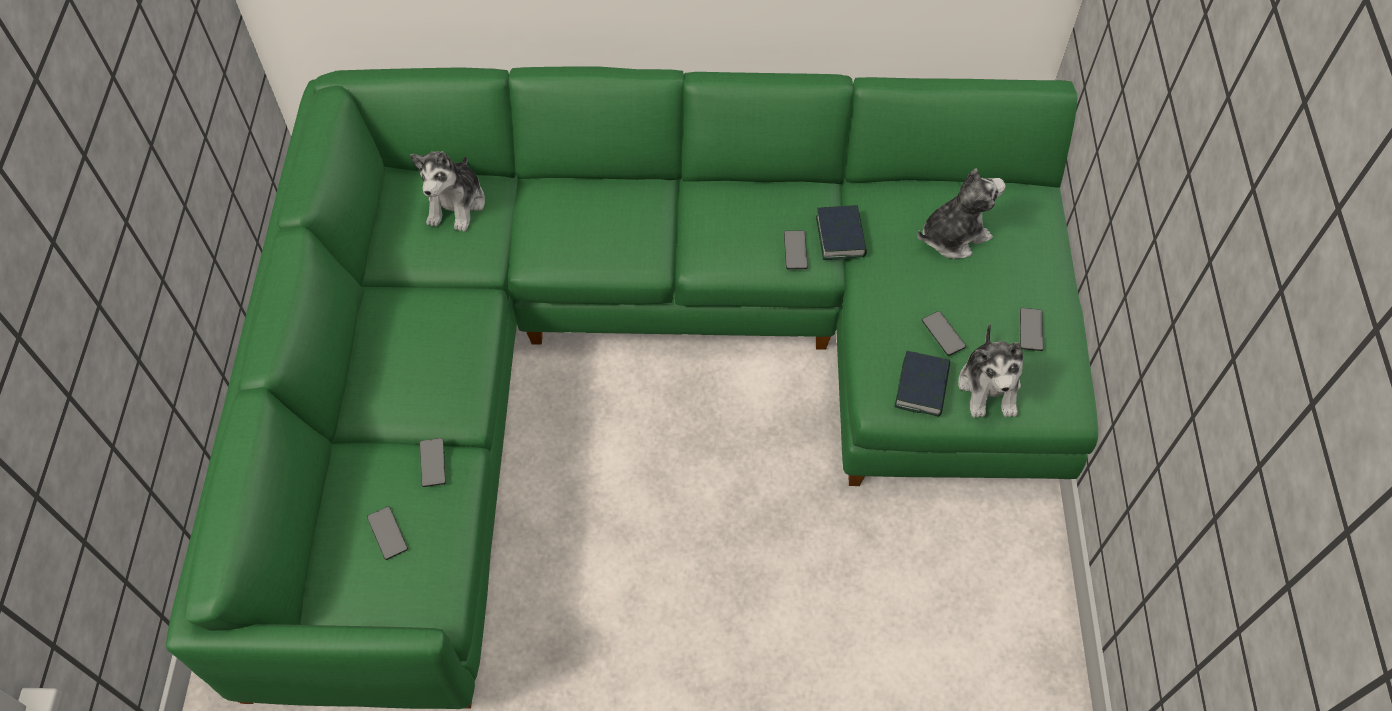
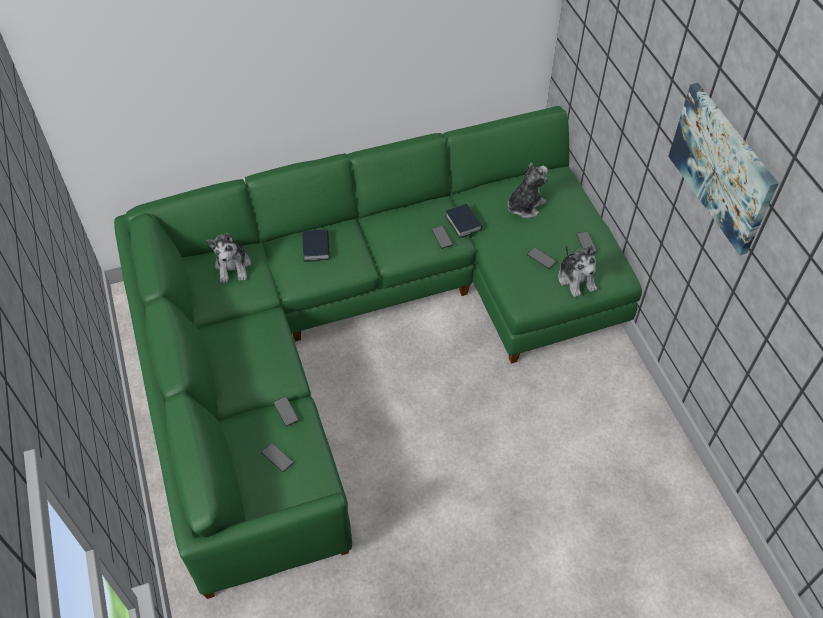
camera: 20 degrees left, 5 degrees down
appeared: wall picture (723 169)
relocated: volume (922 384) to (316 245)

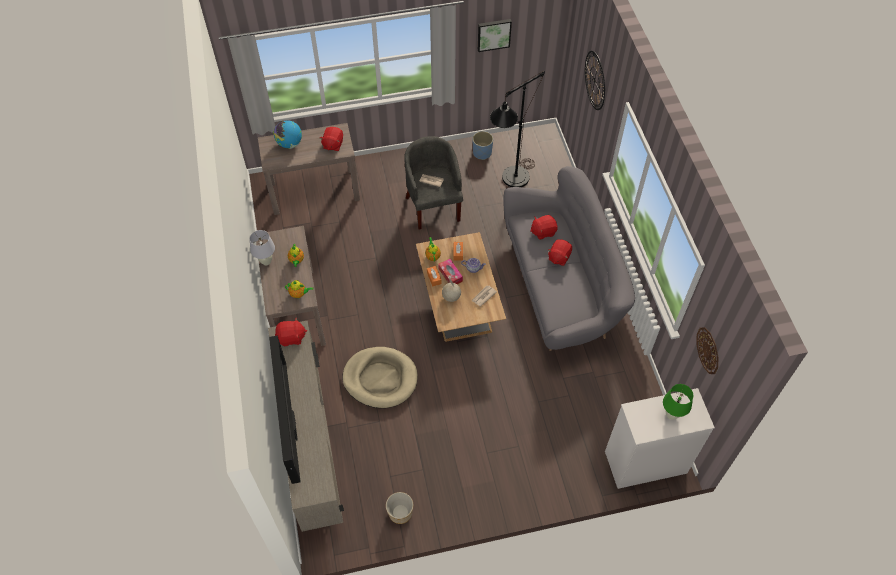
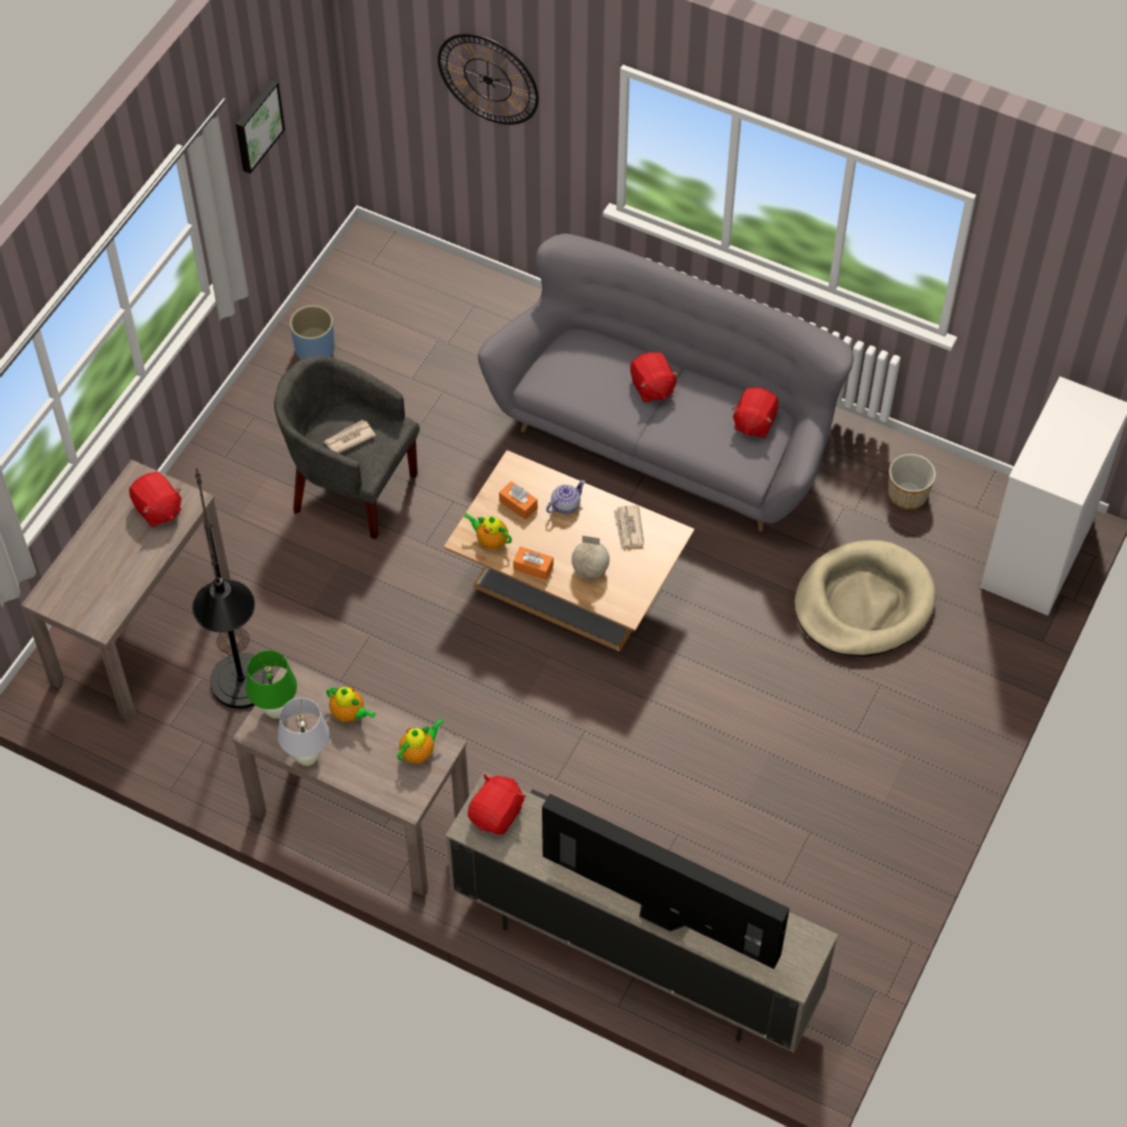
camera: 50 degrees left, 0 degrees up
missing: world globe (287 134); box of tissues (450 271); wall clock (707 350)
relocated: beige pet bed (379 377) to (865 598); planter (399 508) to (912 481); black-coloured standing lamp (517 129) to (232 588); red-coloured cuddly toy (544 227) to (755 412); green-coloured lamp for a table (678 402) to (271 684)

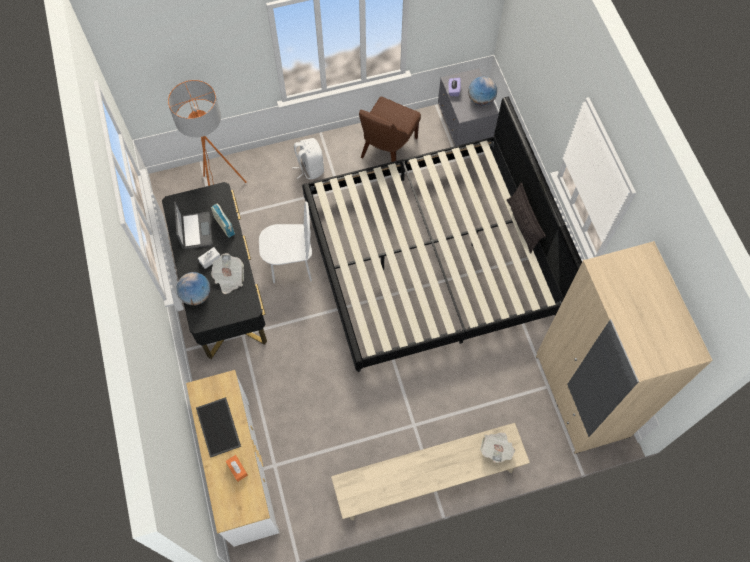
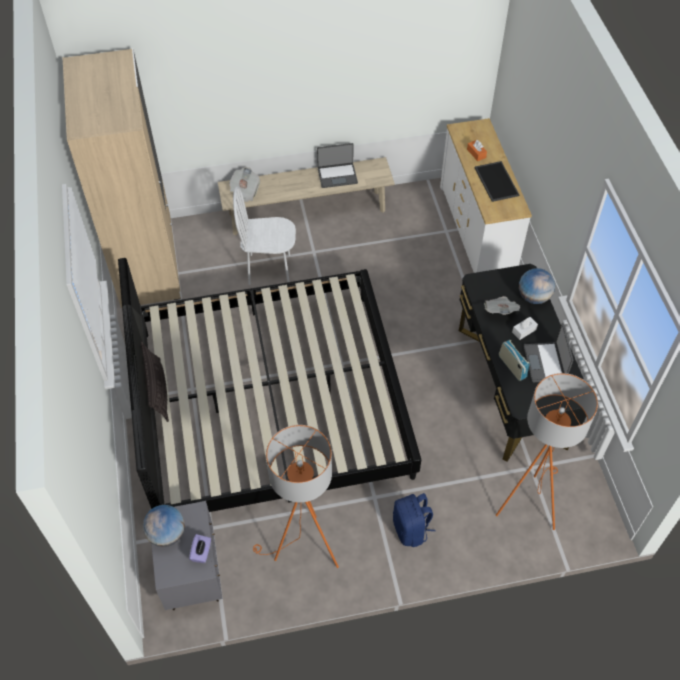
camera: 175 degrees left, 10 degrees down
appeared: notebook computer (337 165)
relocated: white upright chair (285 242) to (264 235)
exchanged: brown-coloured upright chair (390 129) to orange-coloured standing lamp (296 496)
colour: white knapsack (308 158) to blue knapsack (414 520)

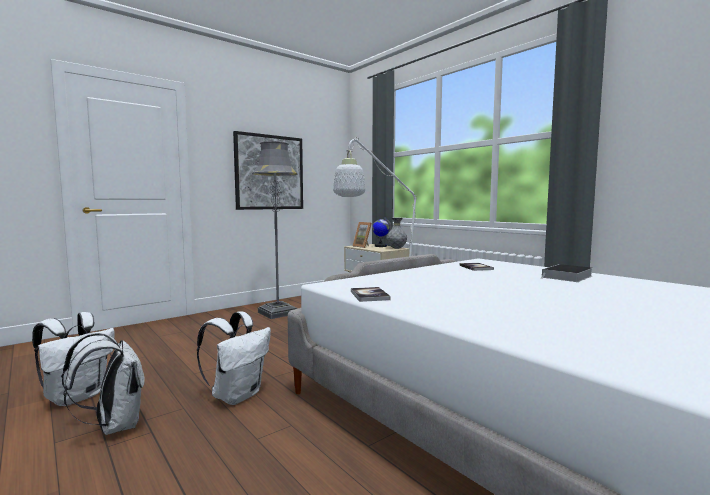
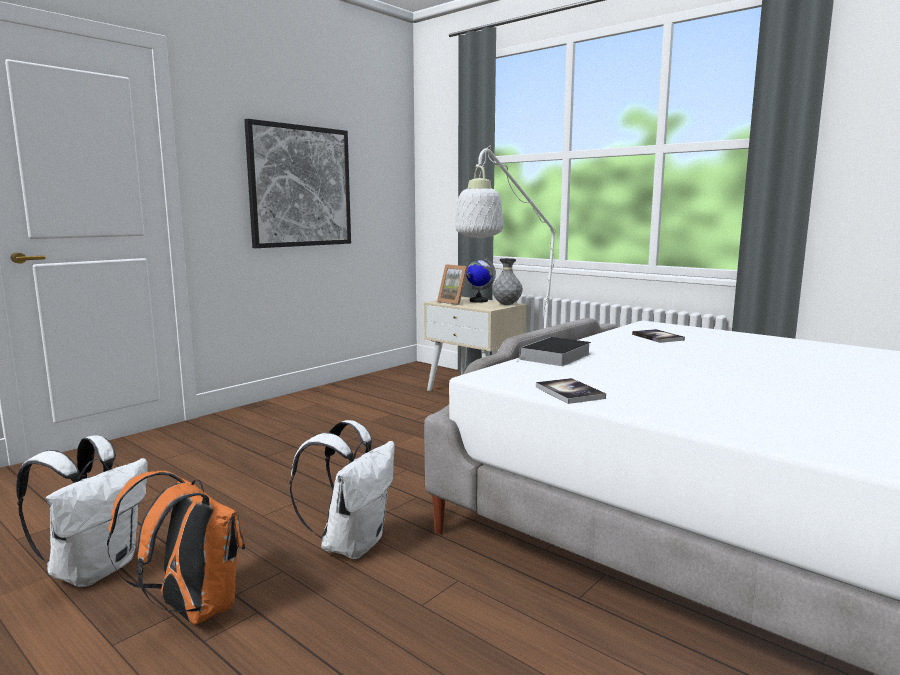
camera: 10 degrees left, 5 degrees up
missing: gray standing lamp (274 230)
relocated: volume (566 273) to (553 351)
colour: white knapsack (103 384) to orange-coloured knapsack (176 547)

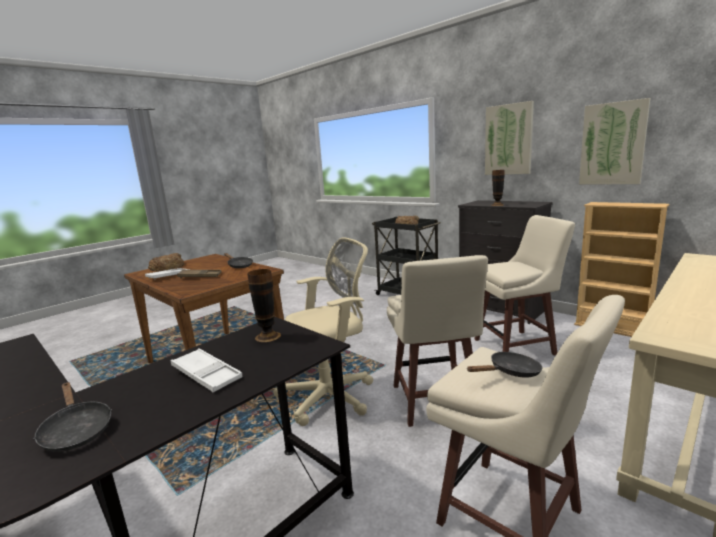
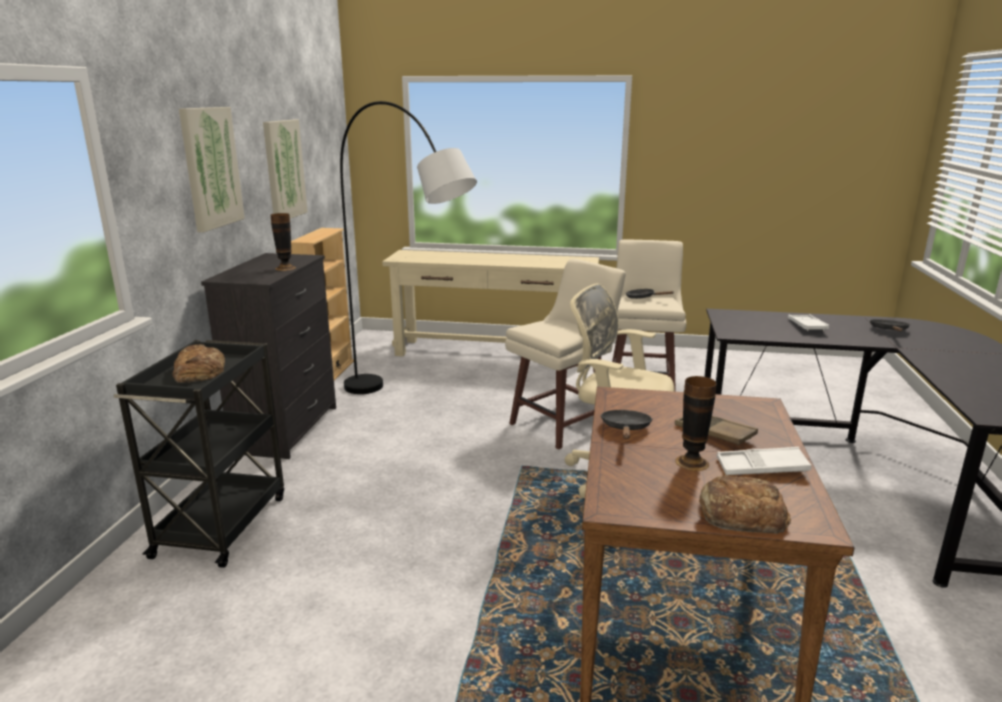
camera: 125 degrees left, 5 degrees up
relocated: vase (264 305) to (696 423)
exchanged: beige stool seat (524 285) to gray standing lamp (408 247)

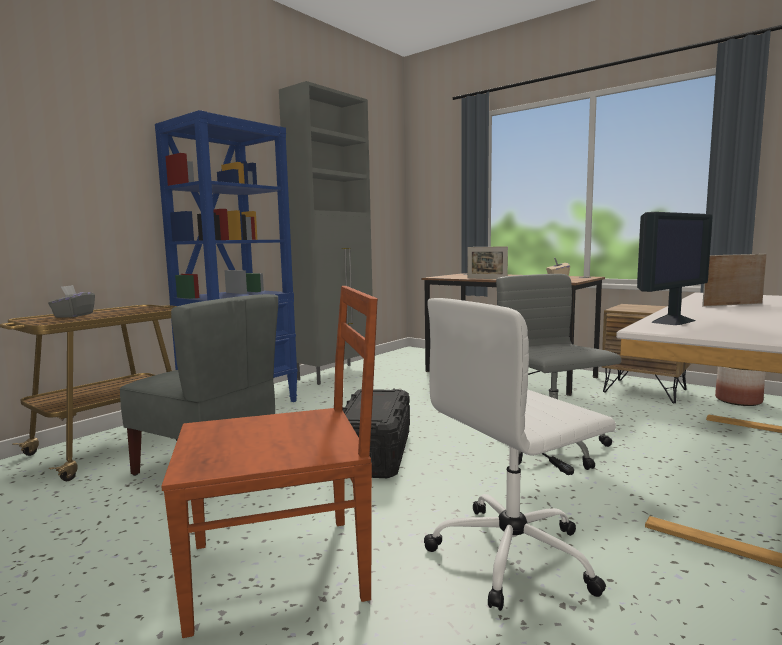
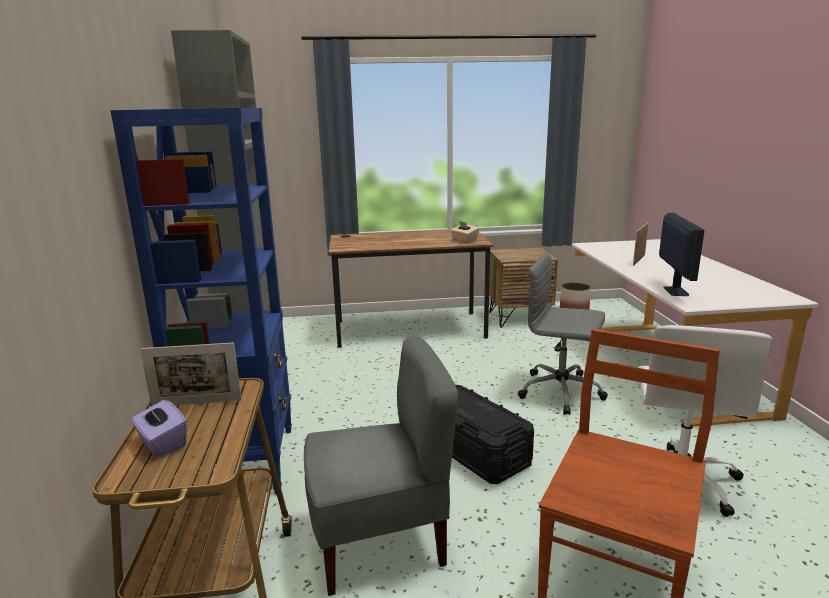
camera: 45 degrees left, 10 degrees up
relocated: standing frame (488 262) to (191 374)
colour: gray box of tissues (71 301) to purple box of tissues (159 428)

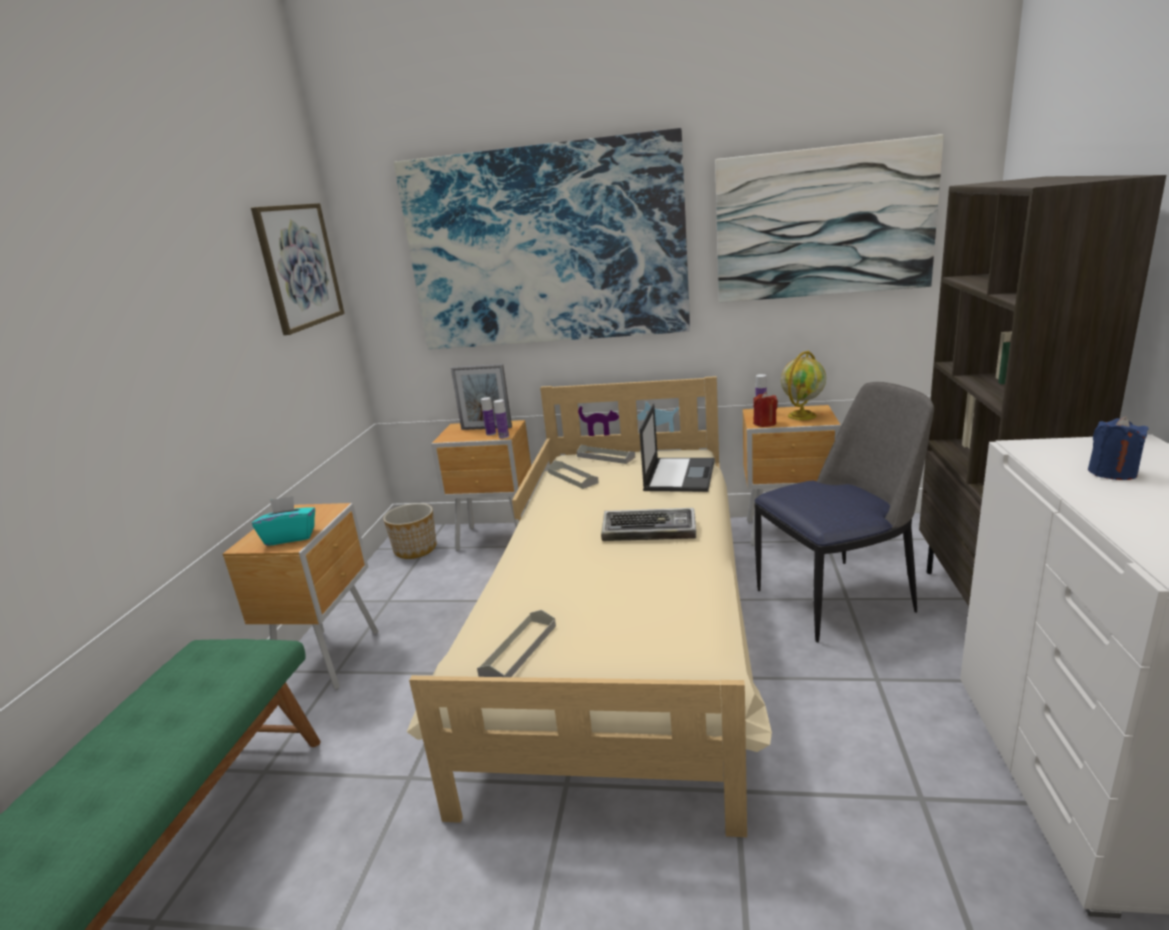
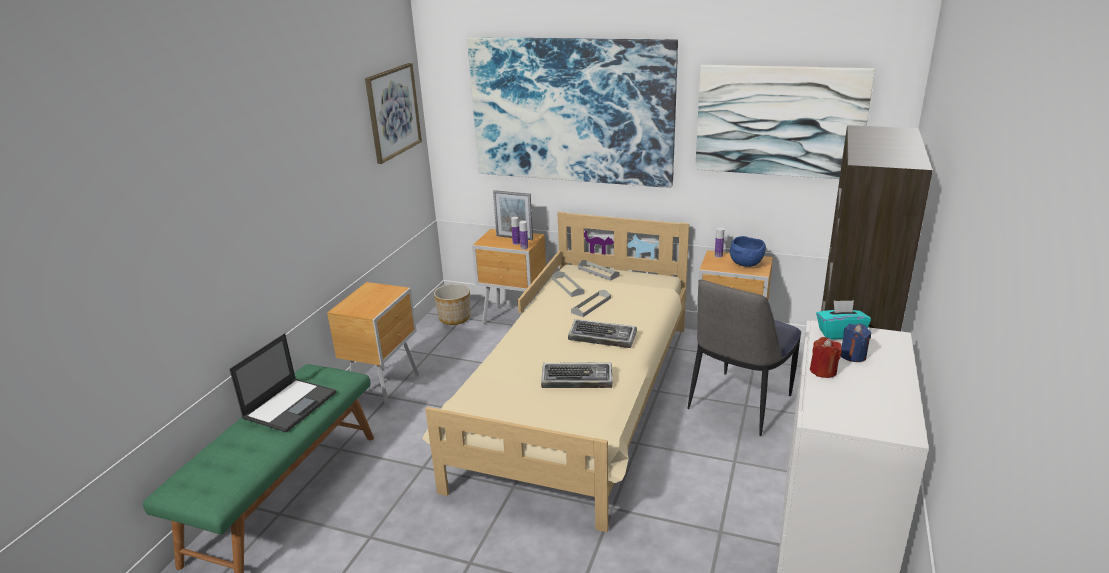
camera: 10 degrees right, 5 degrees up
appeared: computer keyboard (576 375)
relocated: blue-green box of tissues (283 521) to (843 319); gray serving tray (516 643) to (591 303); notebook computer (677 448) to (282 383); red-coloured wax candle (765 409) to (826 357)
exchanged: world globe (803 385) to blue serving bowl (748 251)
spun: upright chair (844 512) = (744 357) 135 degrees clockwise

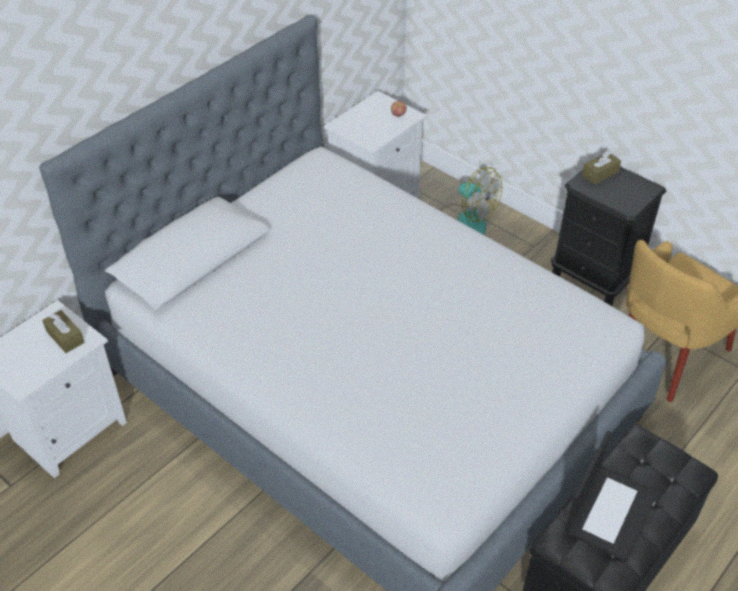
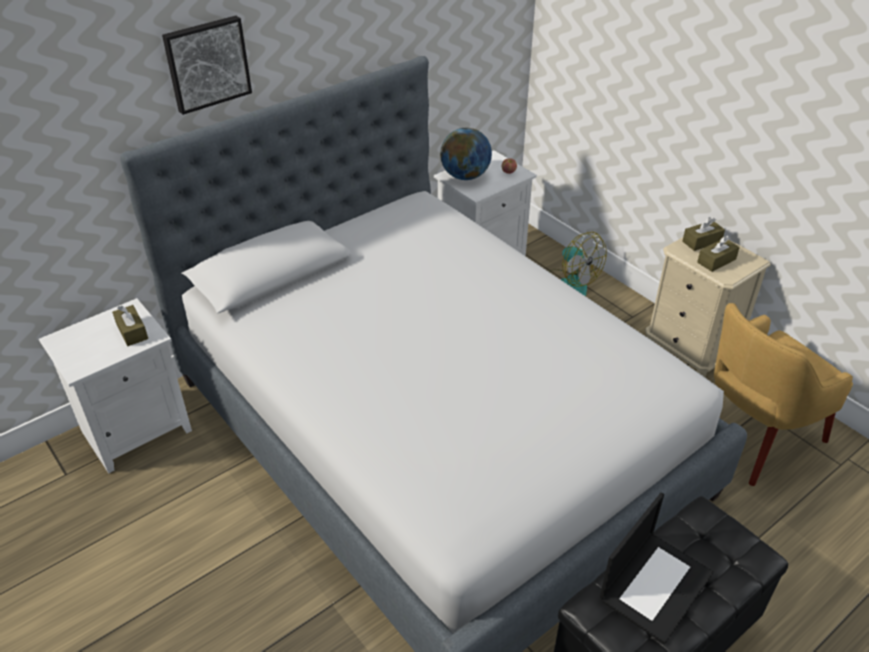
camera: 10 degrees right, 5 degrees down
appeared: wall picture (207 65); world globe (466 154); brown-coloured box of tissues (718 254)
colour: black-coloured bedside table (608 231) to beige bedside table (708 307)

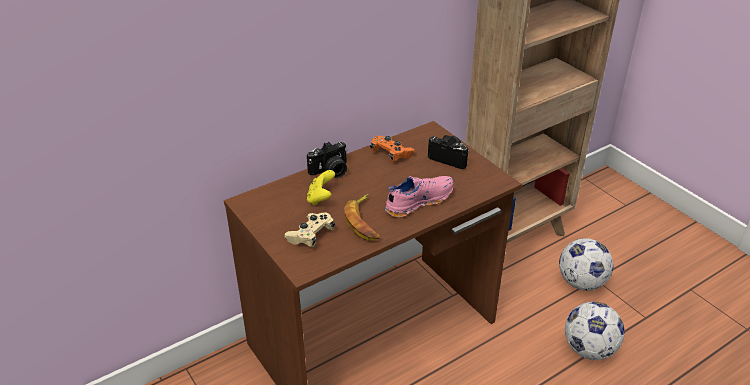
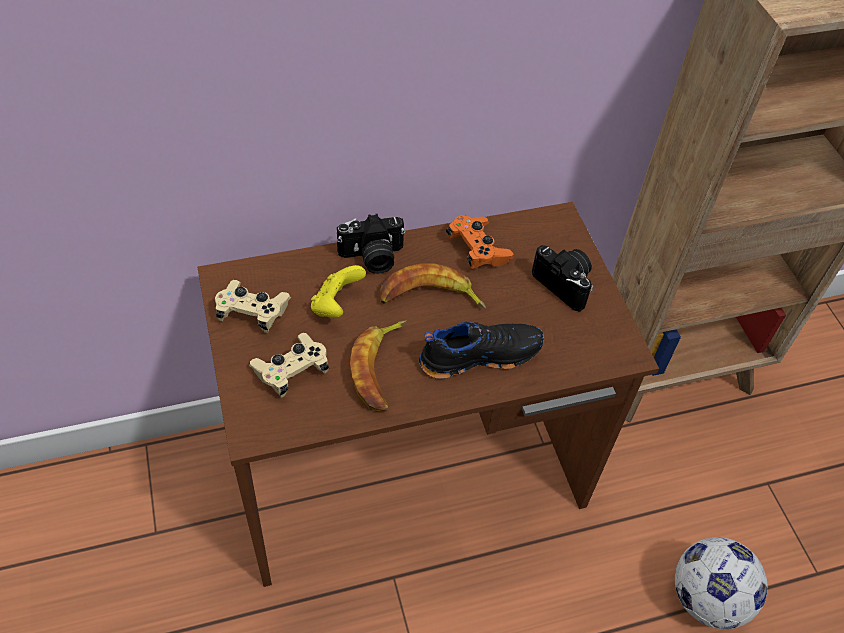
camera: 15 degrees right, 15 degrees up
missing: football ball (586 264)
appeared: beige game controller (253 306); banana fruit (433 286)
colour: pinkish low shoe (419 197) to black-coloured low shoe (481 350)

